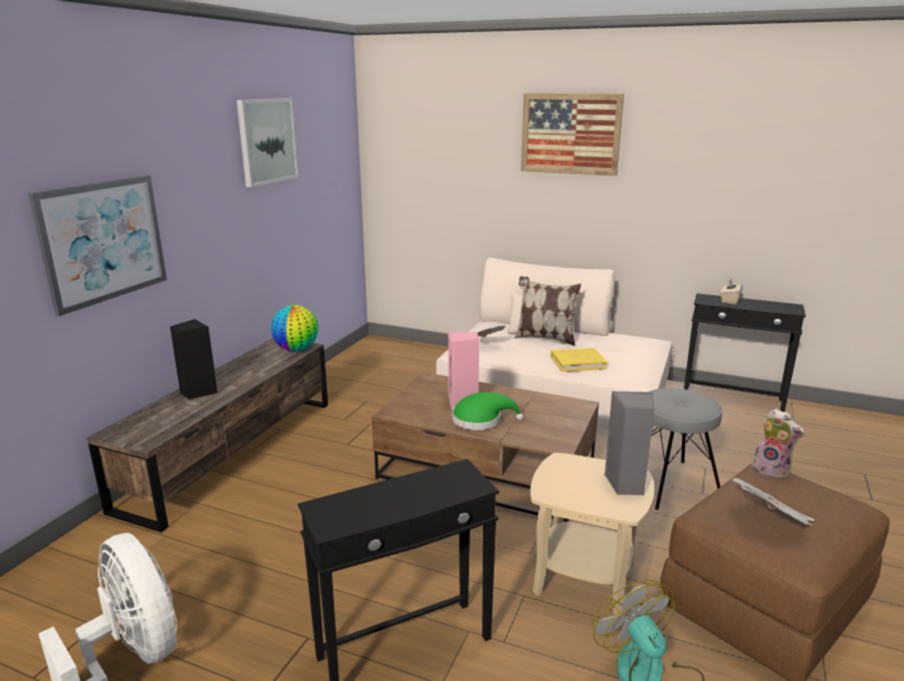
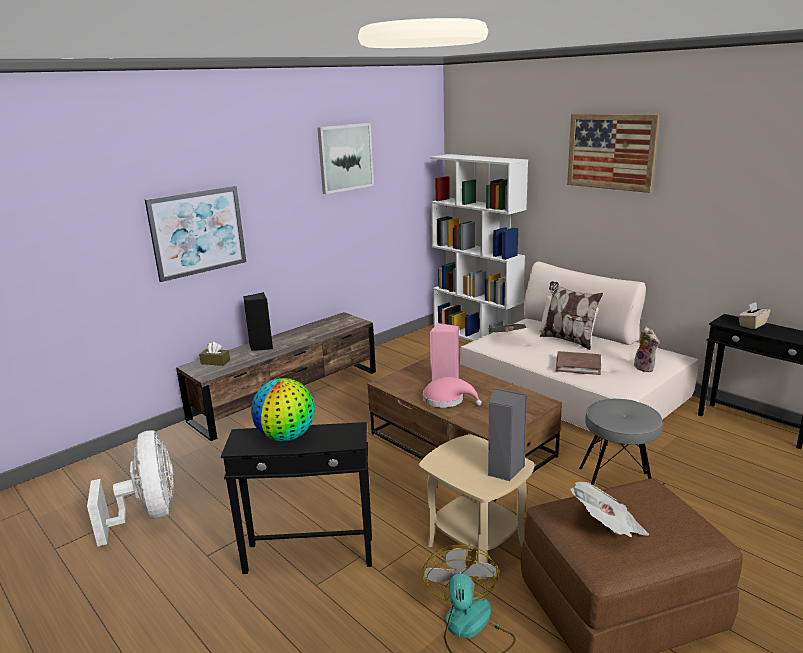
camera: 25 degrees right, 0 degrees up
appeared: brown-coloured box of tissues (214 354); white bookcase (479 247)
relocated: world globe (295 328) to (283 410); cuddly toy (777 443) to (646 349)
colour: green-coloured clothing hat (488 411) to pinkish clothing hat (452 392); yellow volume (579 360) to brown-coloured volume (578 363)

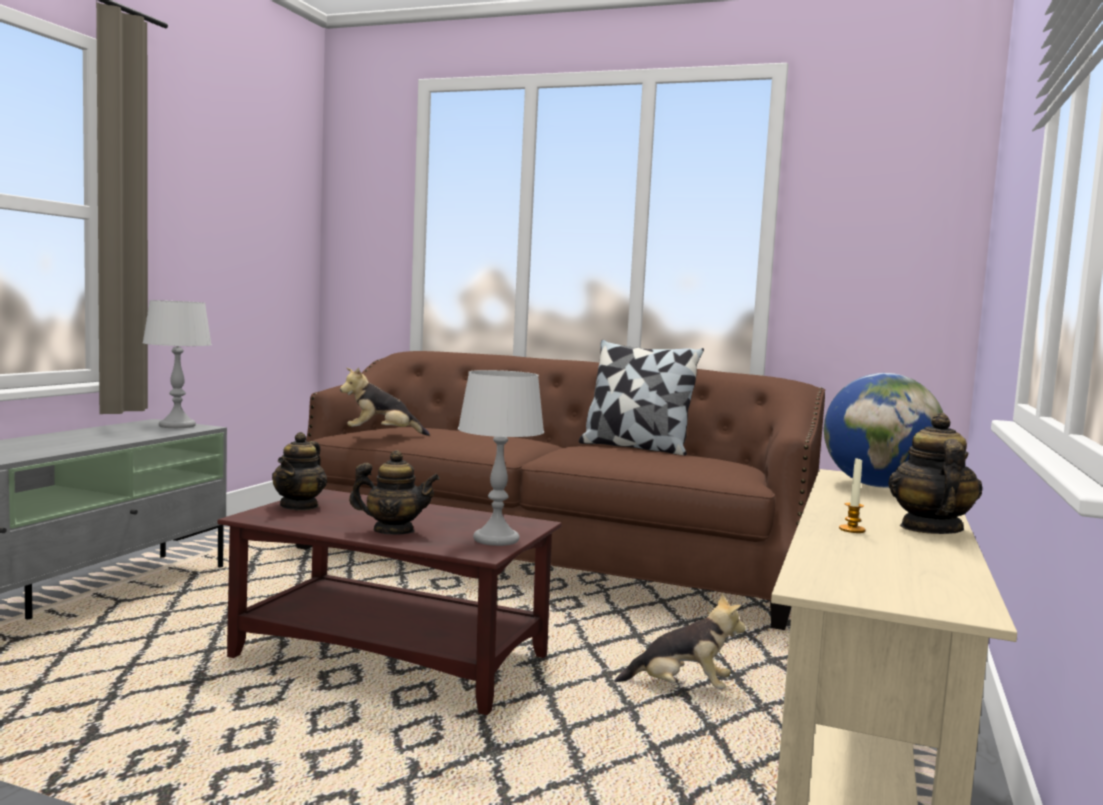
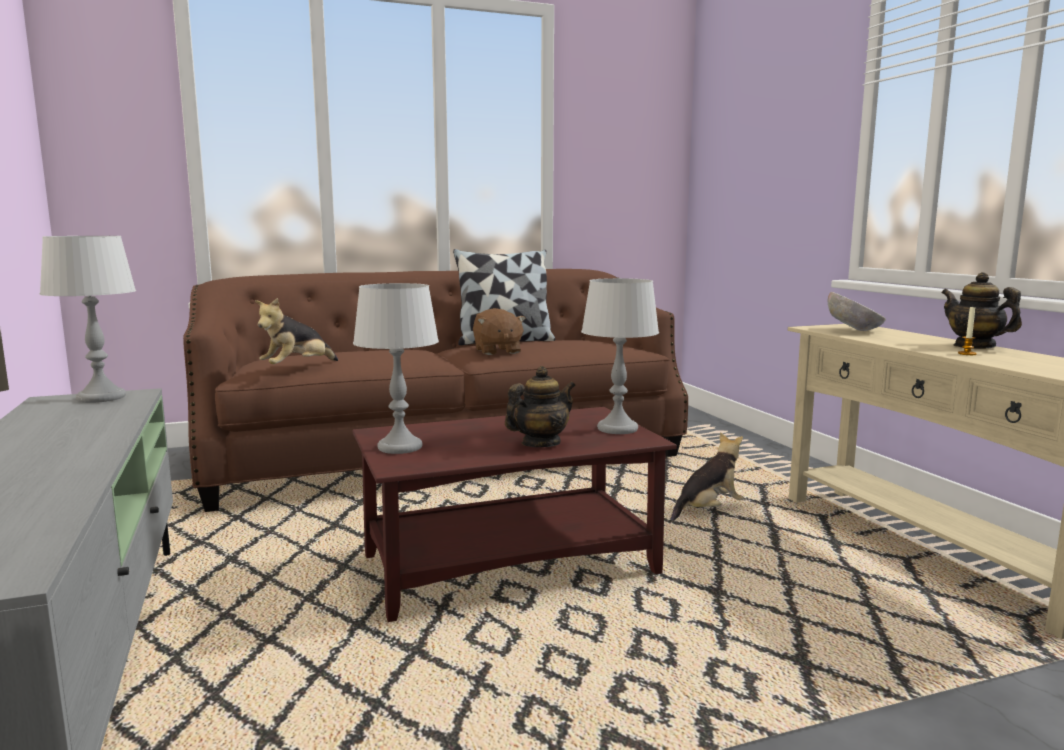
camera: 40 degrees left, 5 degrees up
appeared: brown-coloured cuddly toy (499 331)
exchanged: tea pot (299 471) to gray lamp for a table (396 368); world globe (883 430) to serving bowl (857 311)

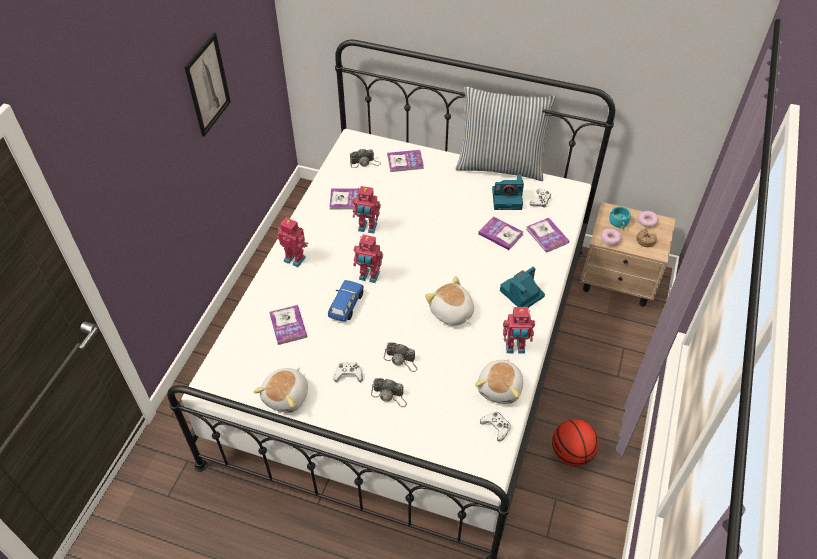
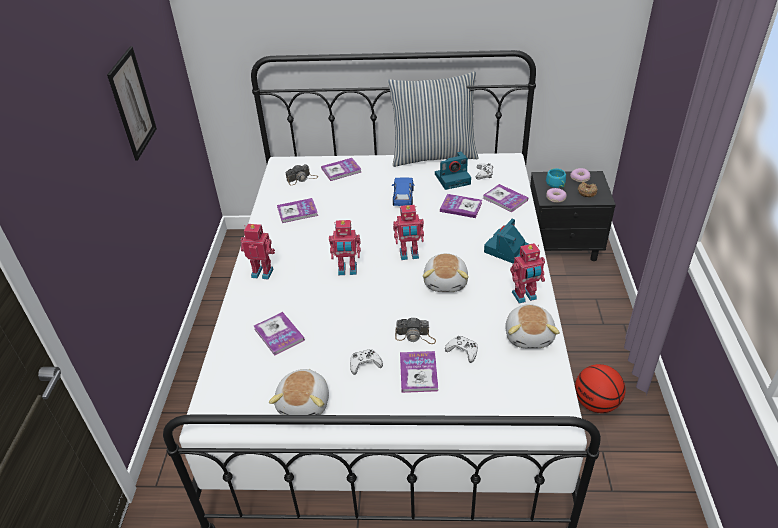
camera: 15 degrees left, 10 degrees down
relocated: blue toy car (346 301) to (403 191); toy robot (367 210) to (408 232); white game controller (495 426) to (461 349)
exchanged: still camera (389 392) to volume (419 372)
colour: beige bedside table (628 254) to black-coloured bedside table (573 216)
spun: cuddly toy (449 301) = (445 272) 120 degrees counterclockwise

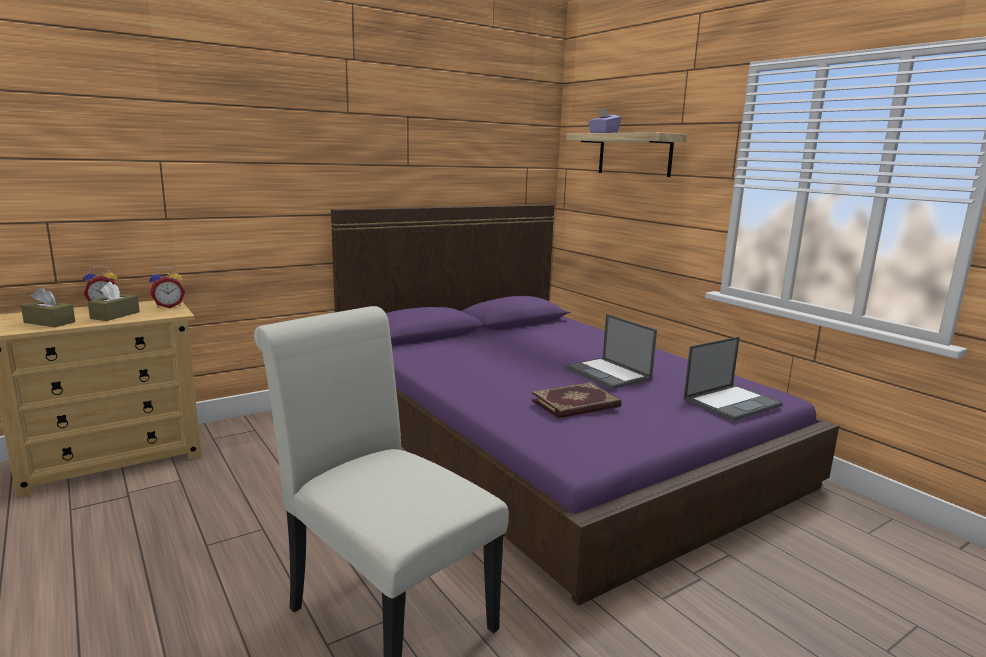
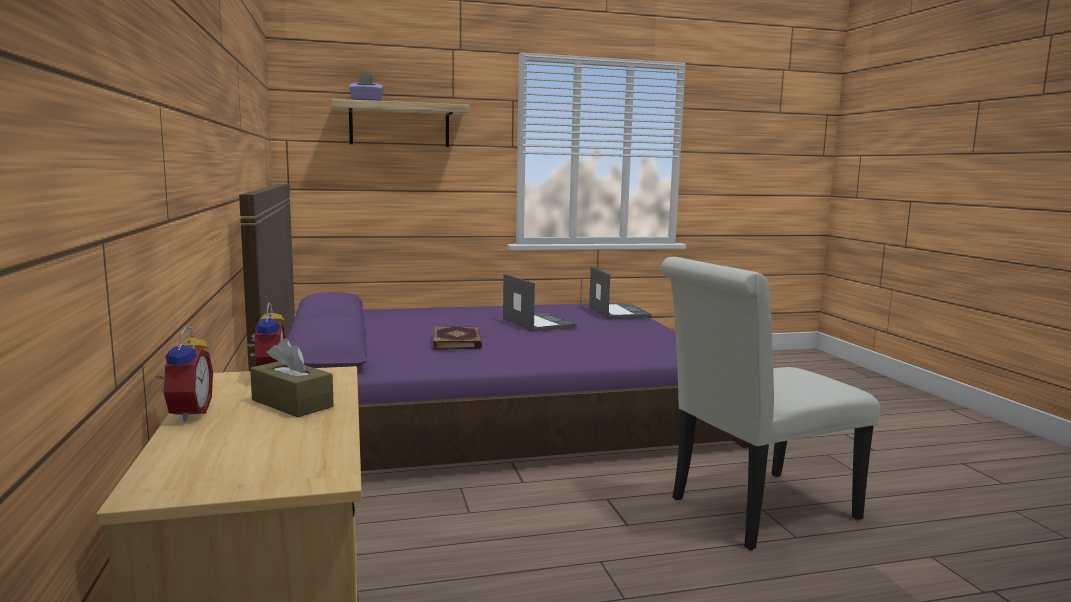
camera: 70 degrees left, 5 degrees down
missing: brown-coloured box of tissues (48 307)
relocated: volume (576 400) to (457 338)
spun: notebook computer (611 351) = (540 303) 105 degrees counterclockwise

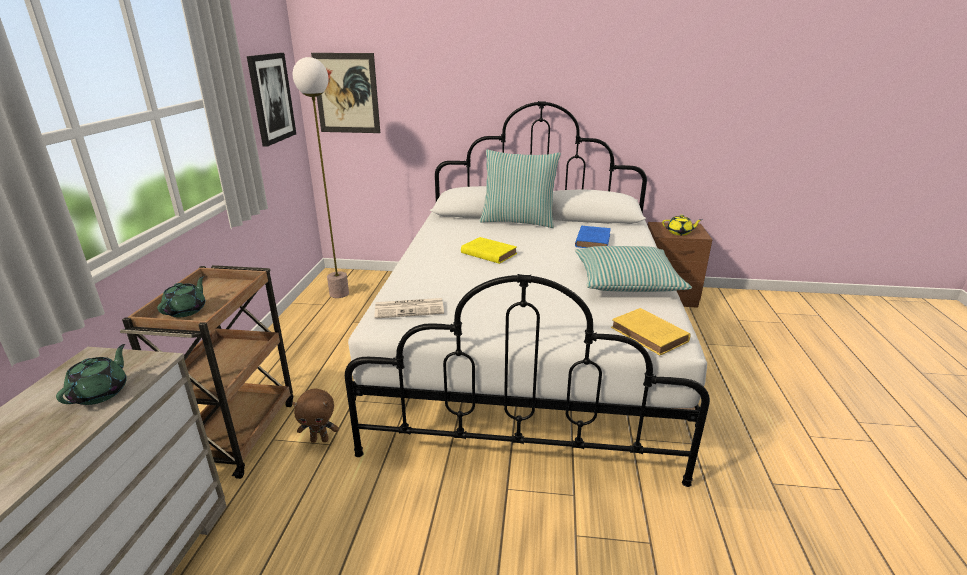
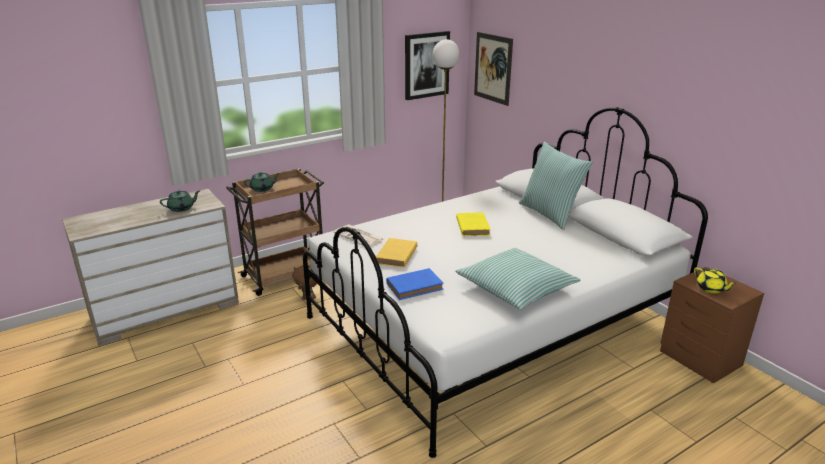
camera: 50 degrees right, 0 degrees up
relocated: blue volume (593 237) to (414 284); yellow volume (651 331) to (396 253)

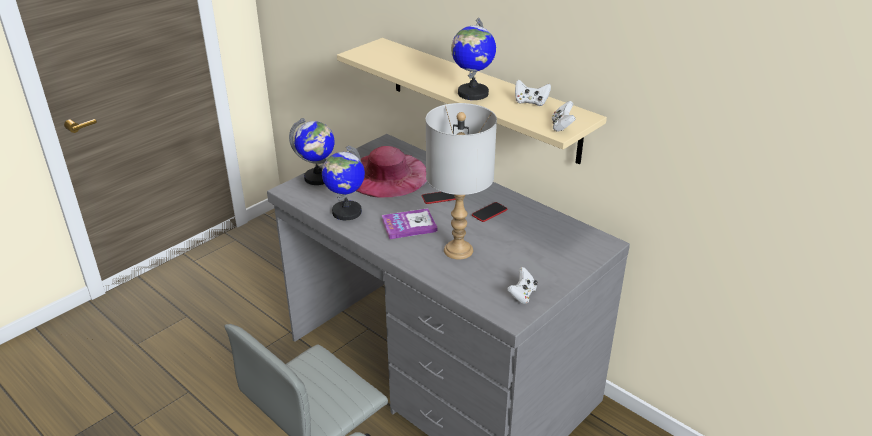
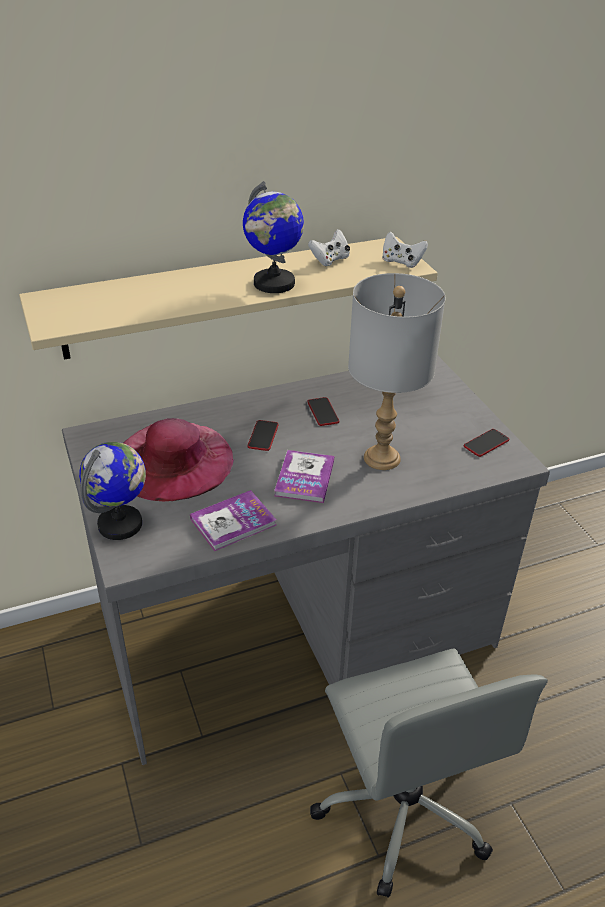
camera: 65 degrees left, 5 degrees up
exchanged: world globe (343 183) to volume (233 520); white game controller (522 285) to handset (486 443)

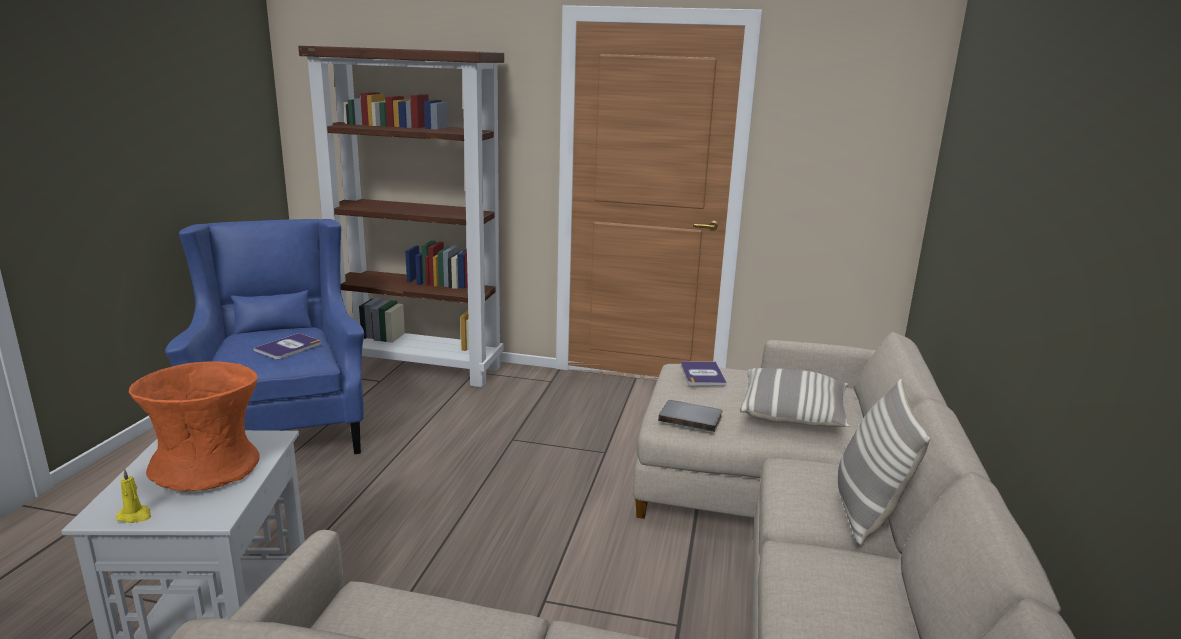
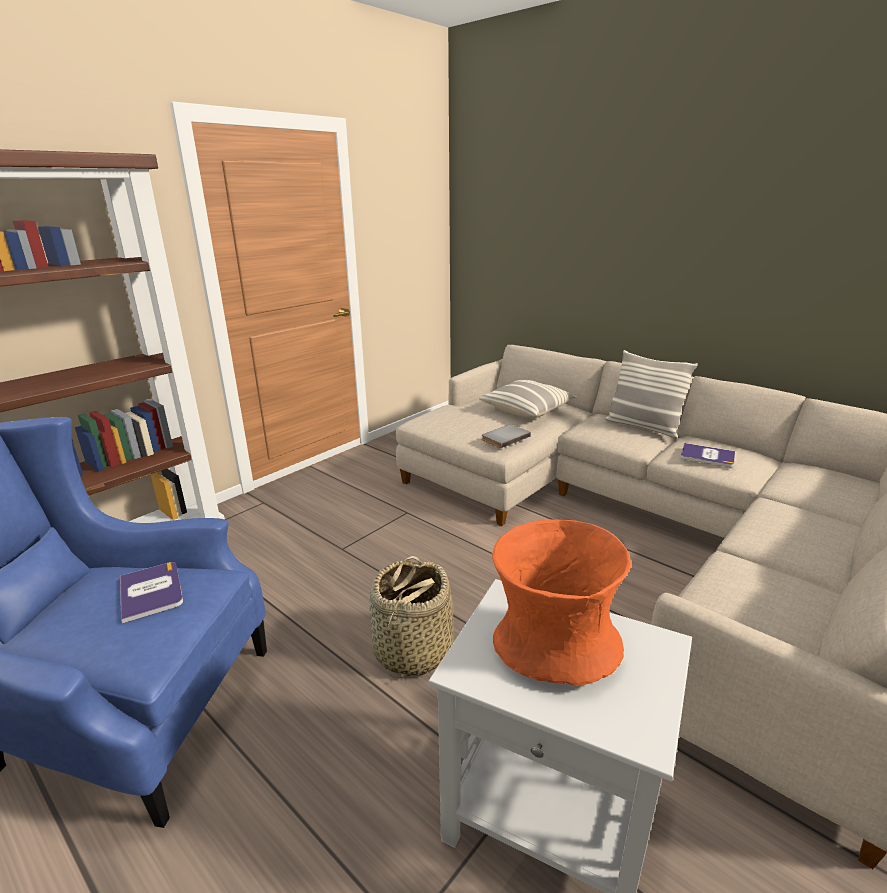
camera: 60 degrees left, 5 degrees up
missing: yellow wax candle (133 495)
appeared: household basket (411 617)
relocated: volume (704 373) to (708 455)

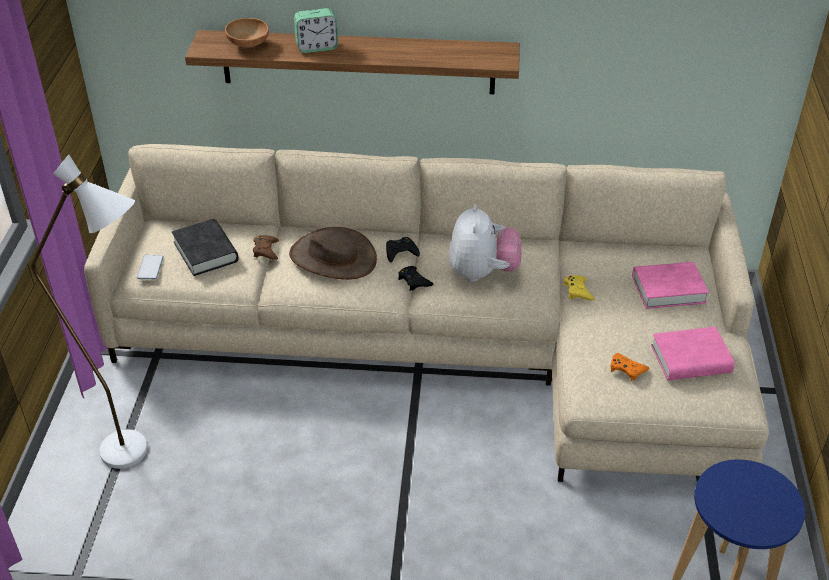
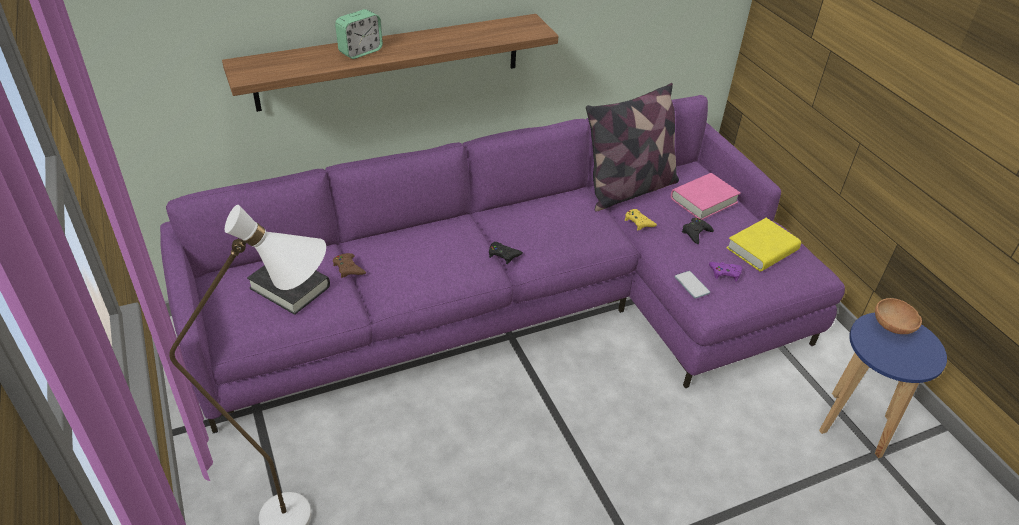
camera: 30 degrees left, 0 degrees up
missing: brown-coloured clothing hat (333 253); cuddly toy (485 243)
appeared: pillow (632 147)
relocated: handset (150 267) to (692 285); brown-coloured serving bowl (247 33) to (898 316); black-coloured game controller (403 250) to (698 231)
colour: beige couch (426 313) to purple couch (502 264); orange-coloured game controller (630 367) to purple game controller (725 272); pinkish volume (693 353) to yellow volume (763 245)

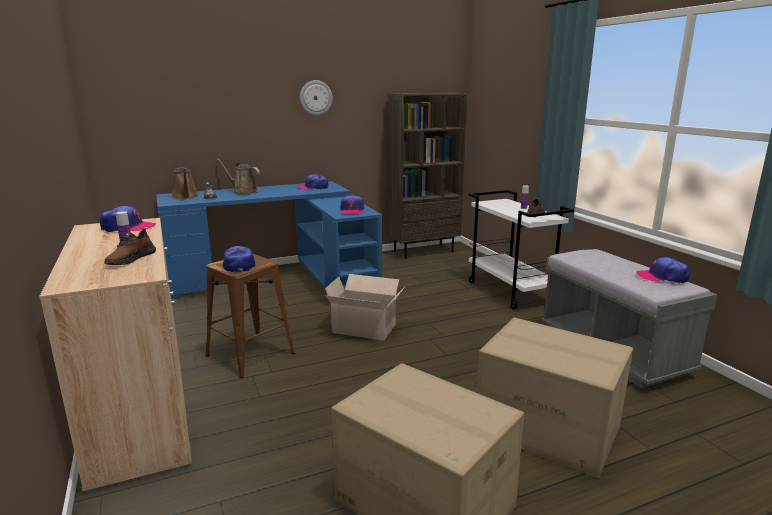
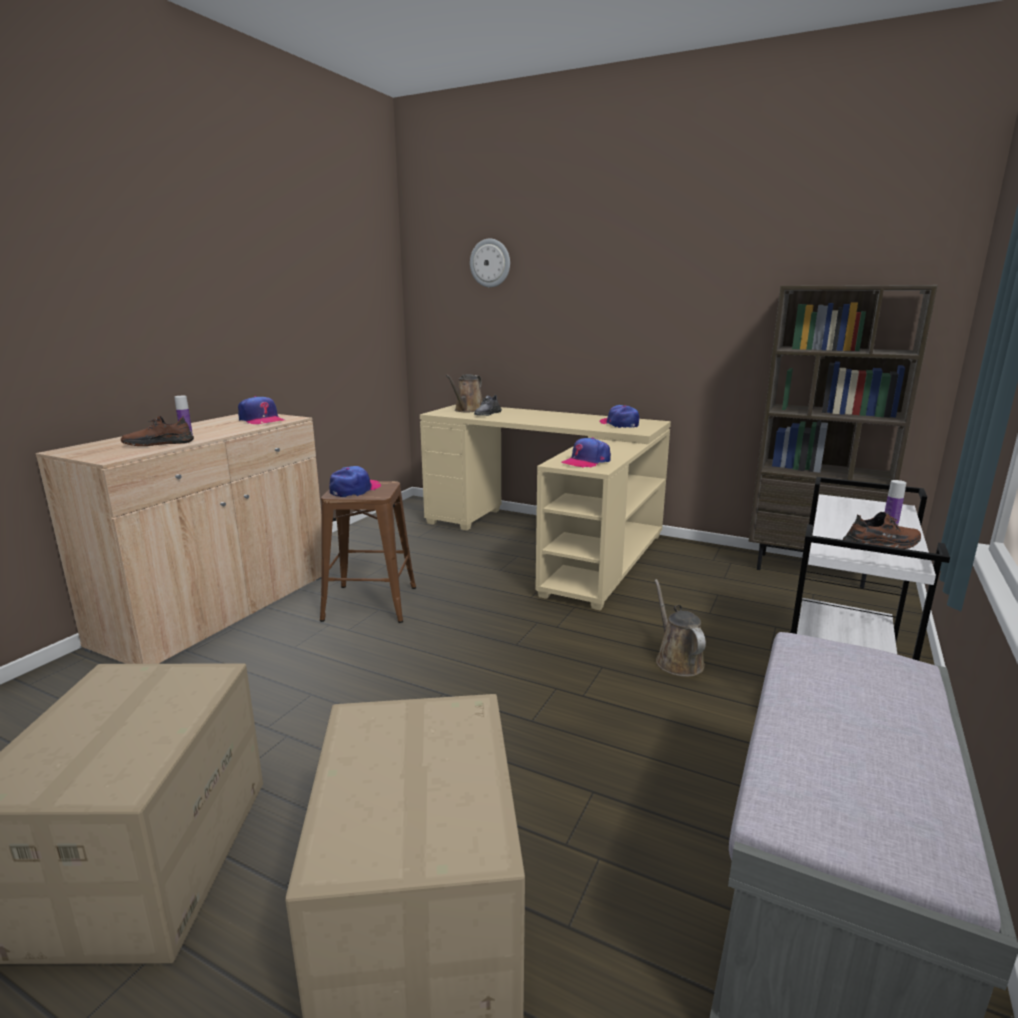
camera: 50 degrees right, 0 degrees up
missing: cardboard box (365 307); baseball cap (663 270)
relocated: brown-coloured watering can (238 176) to (680 628); wall clock (316 98) to (490 263)
colour: blue desk table (269 240) to beige desk table (545 507)

